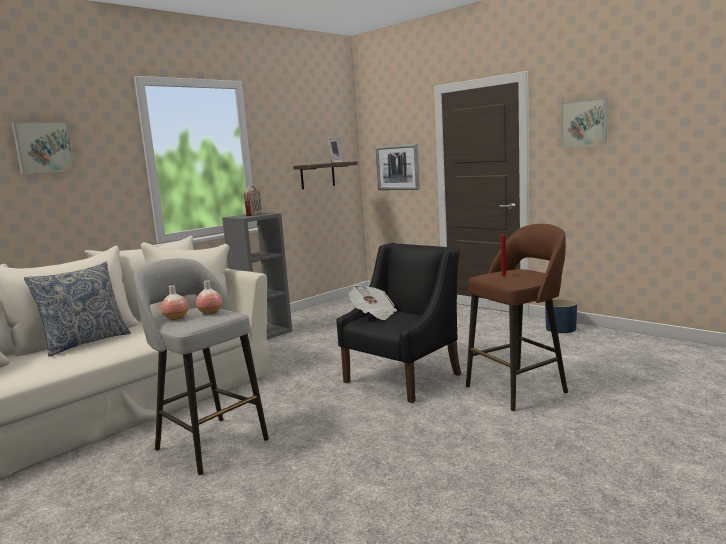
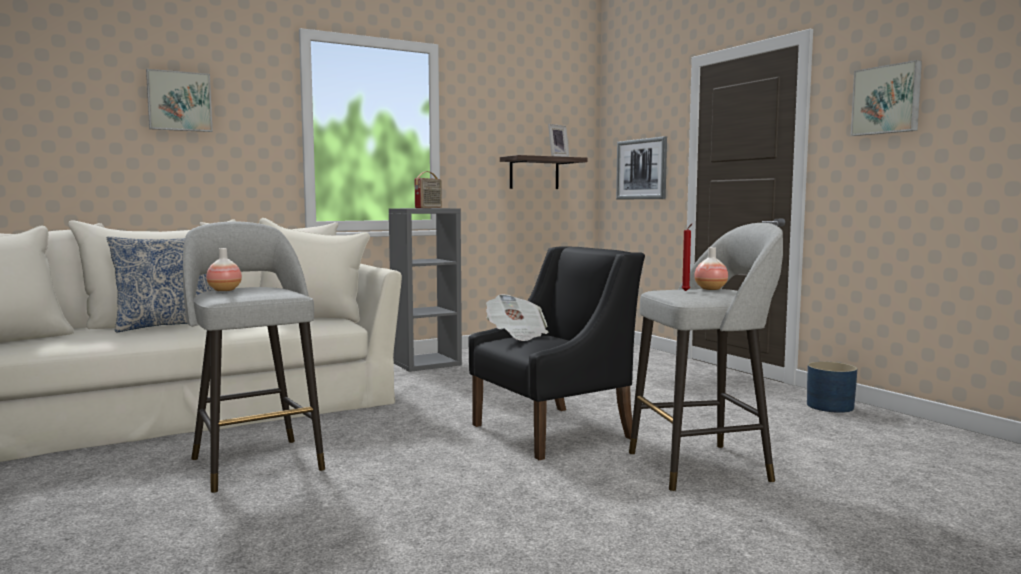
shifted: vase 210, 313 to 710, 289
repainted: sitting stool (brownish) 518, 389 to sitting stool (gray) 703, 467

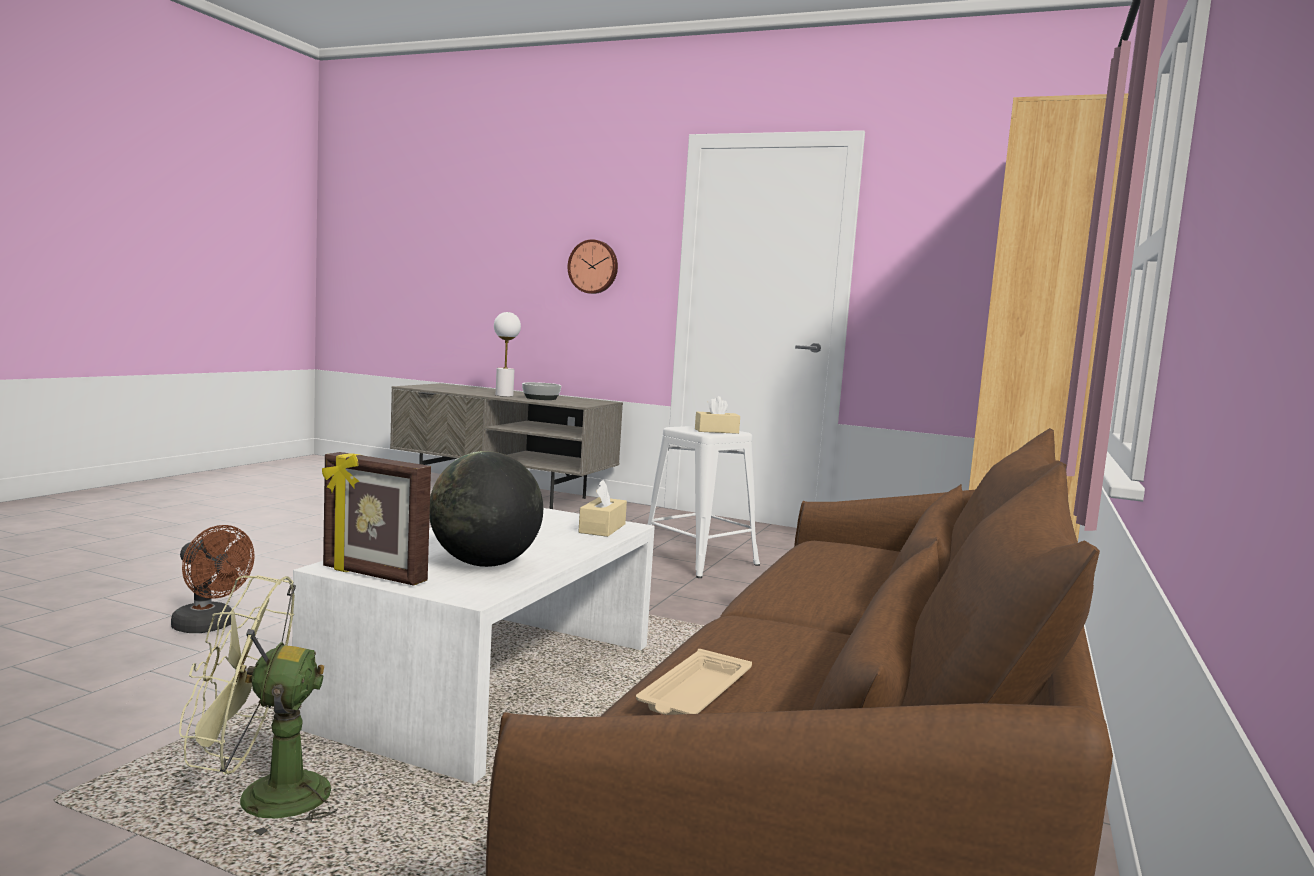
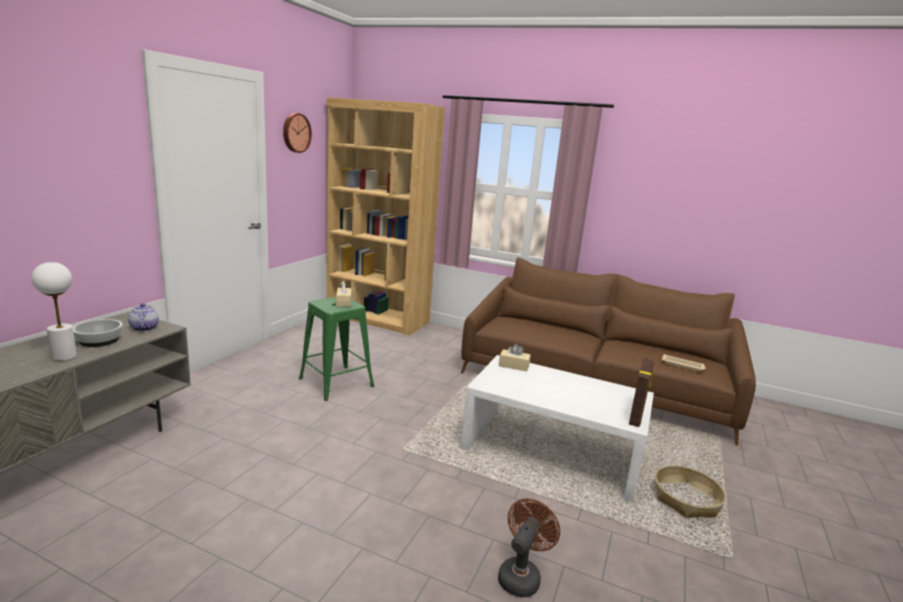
gone: desk globe 485, 564
new: pot for tea 144, 328
shifted: clock on the wall 594, 267 to 295, 133
swapped: fan (green) 262, 800 to household basket 685, 500
repainted: sitting stool (white-coloured) 698, 560 to sitting stool (green) 336, 382

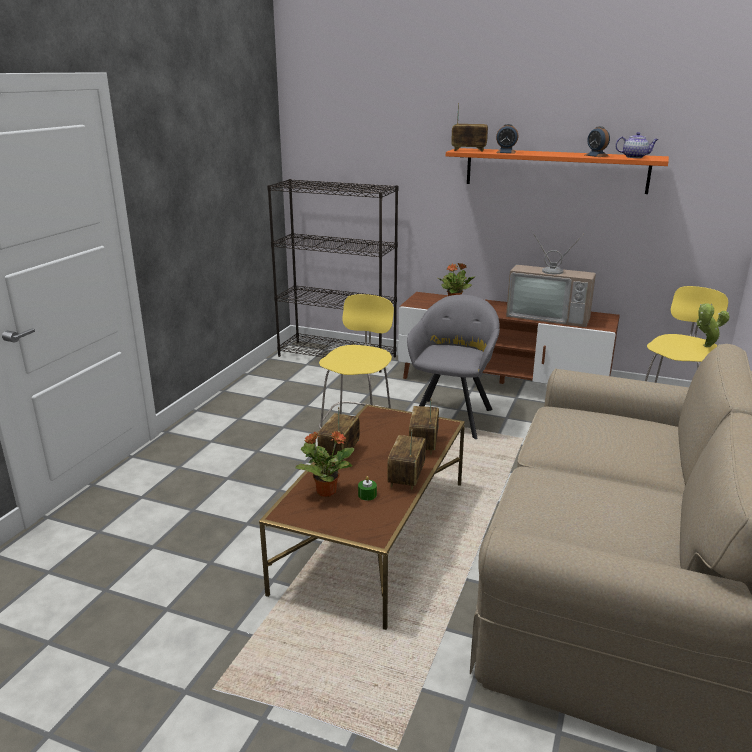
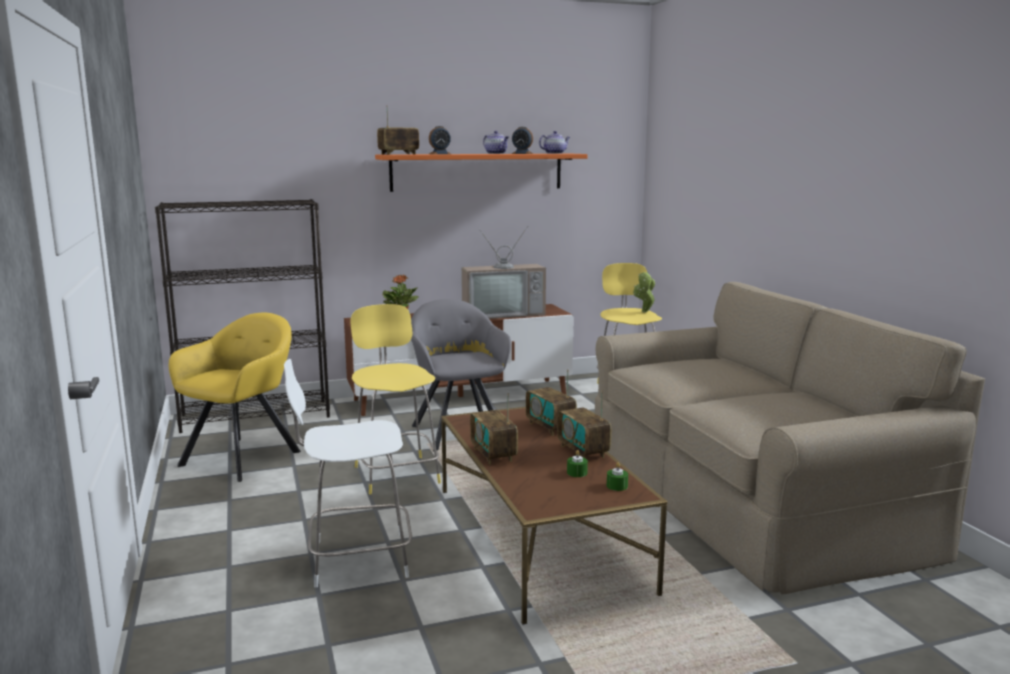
gone: plant in a pot 325, 491
new: lounge chair (yellow) 245, 456; sitting stool (white-coloured) 356, 559; pot for tea 496, 153; candle (green) 617, 486

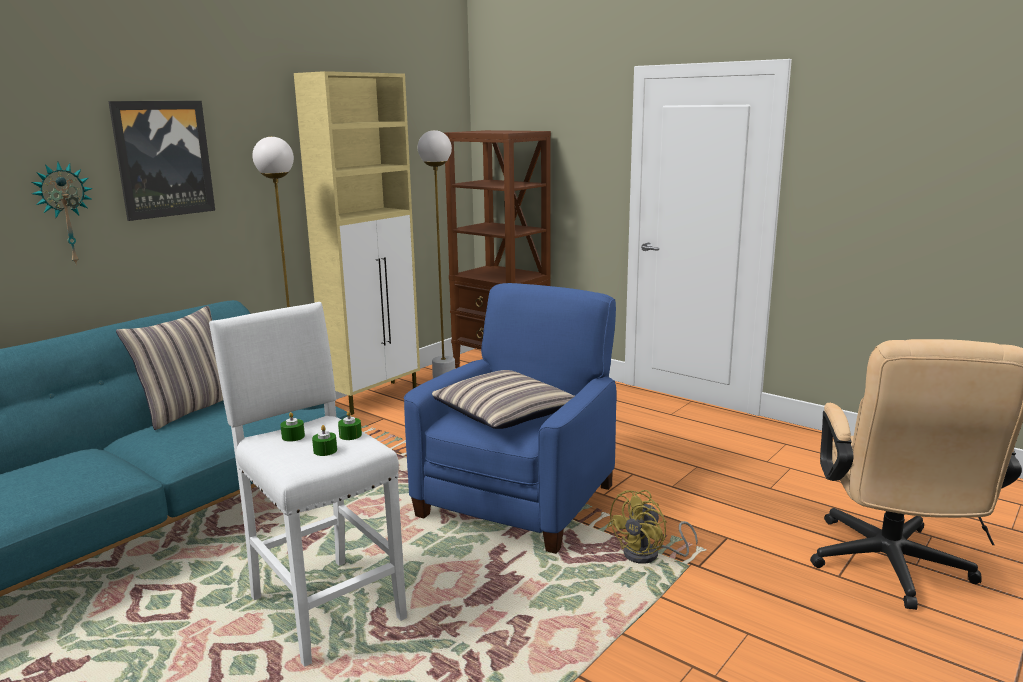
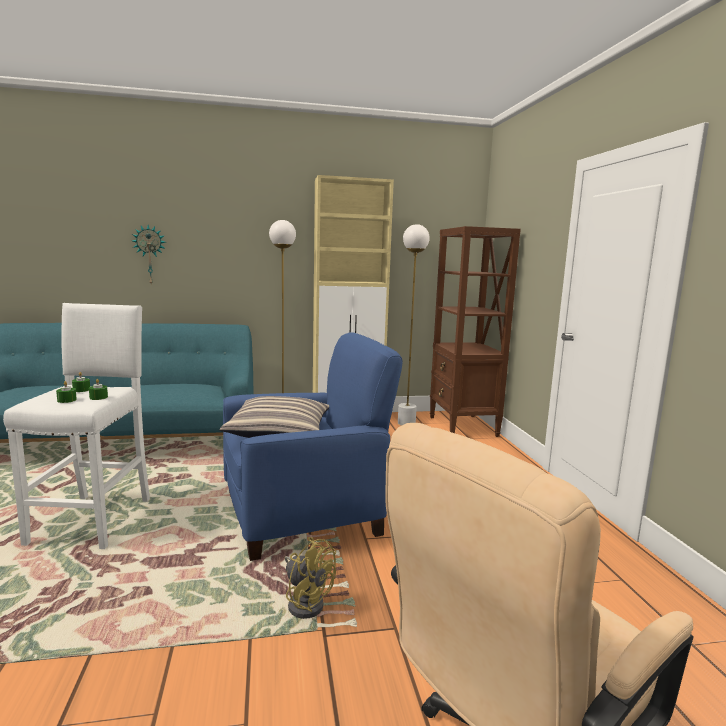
gone: picture 163, 159; pillow 189, 409
rotated: fan (yellow) 649, 555 = 306, 602 135 degrees counterclockwise

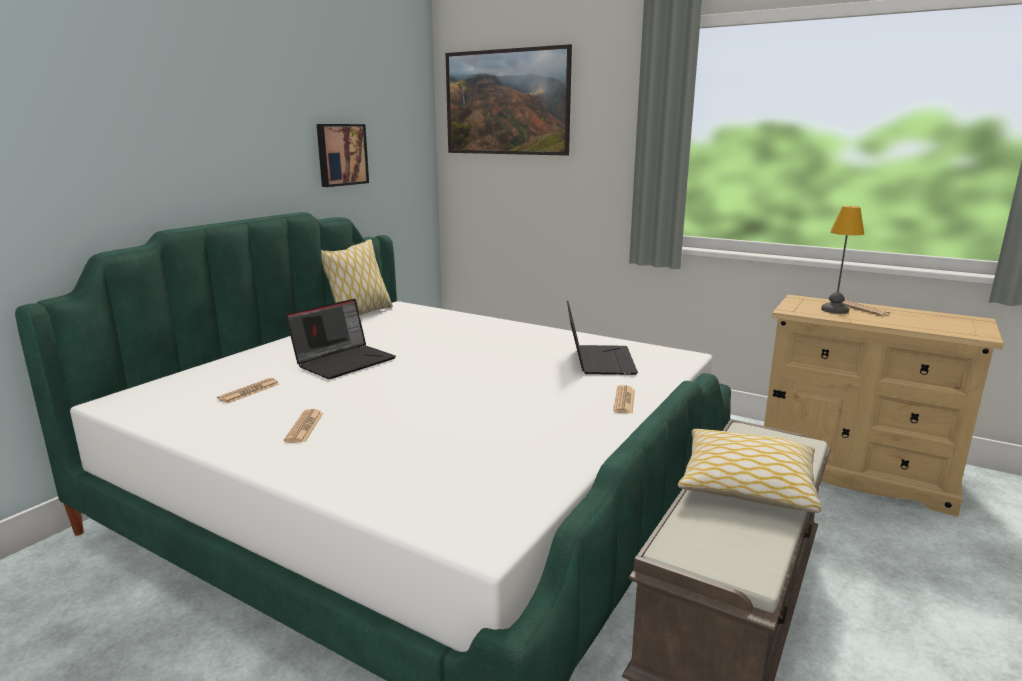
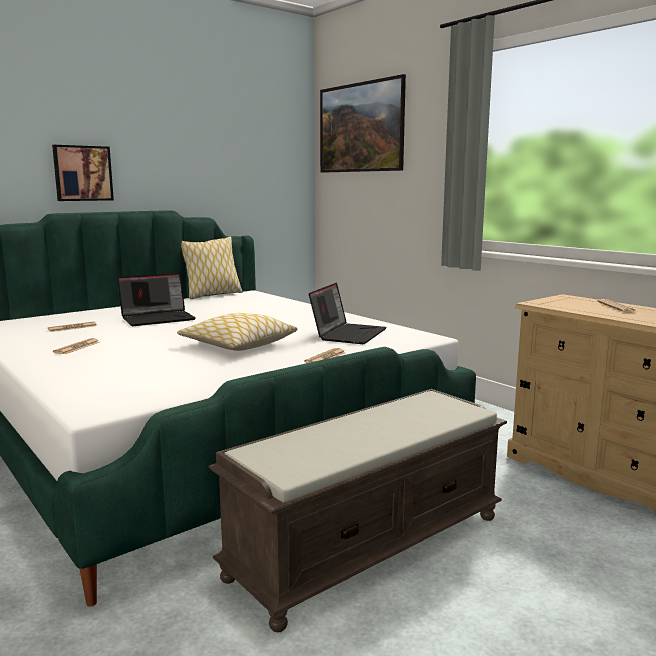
gone: table lamp 835, 310
shifted: picture 341, 154 to 82, 173; pillow 747, 485 to 238, 345

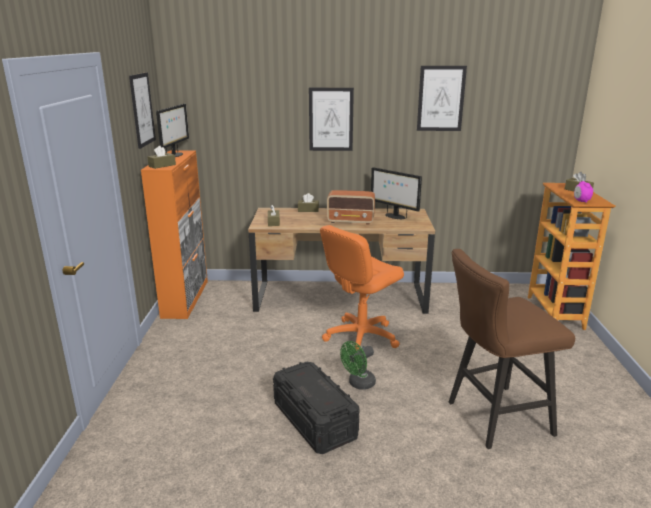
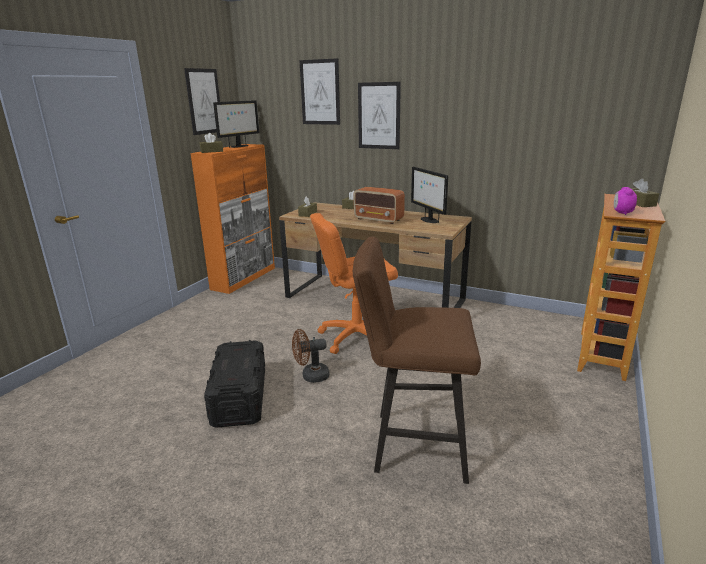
shifted: picture 441, 98 to 320, 92
repainted: fan (green) 358, 384 to fan (brownish) 311, 376

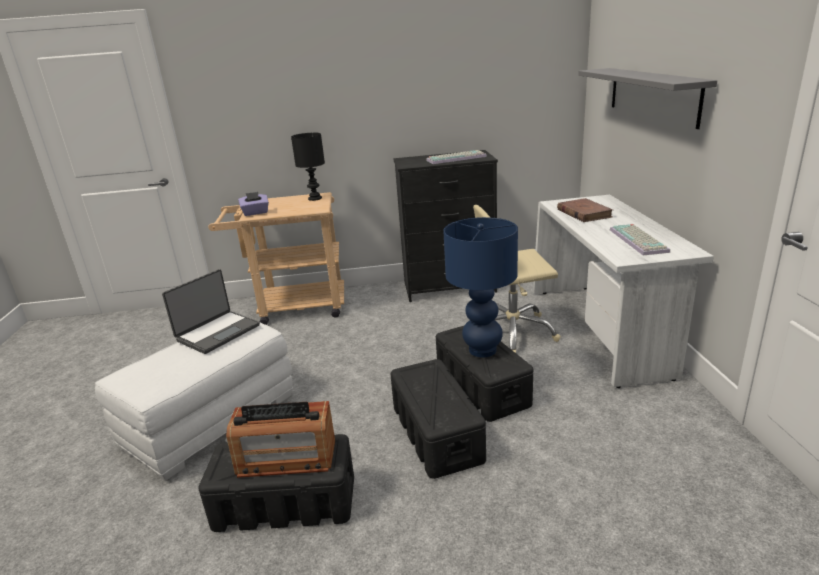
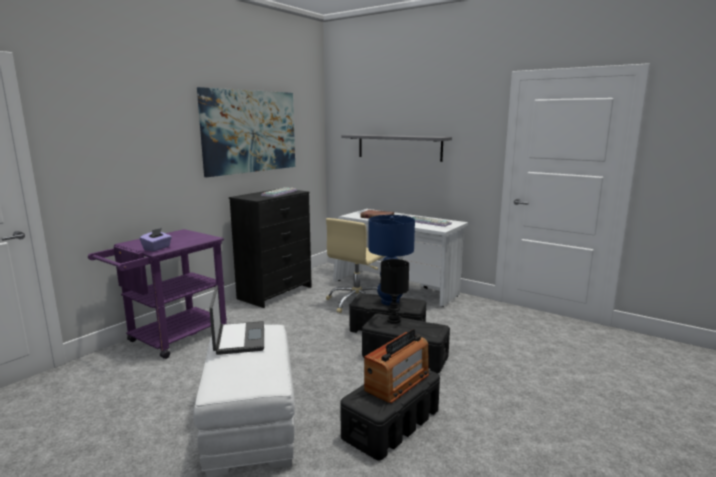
new: picture 250, 131
shifted: table lamp (black-coloured) 314, 198 to 393, 320
repainted: wheeled cart (sand-coloured) 293, 307 to wheeled cart (purple-coloured) 171, 339

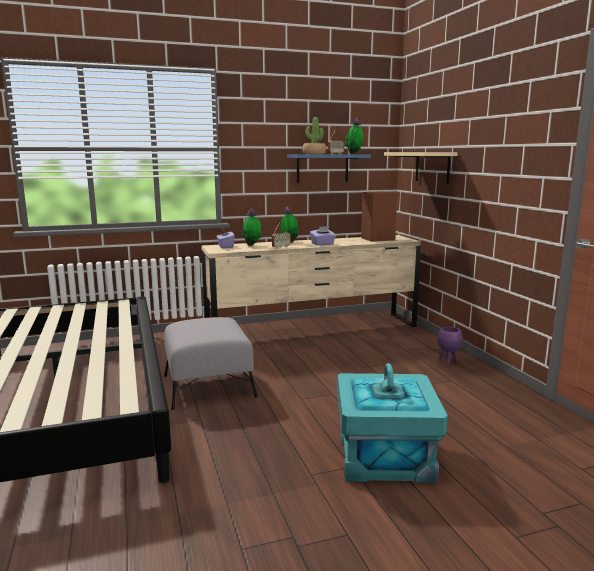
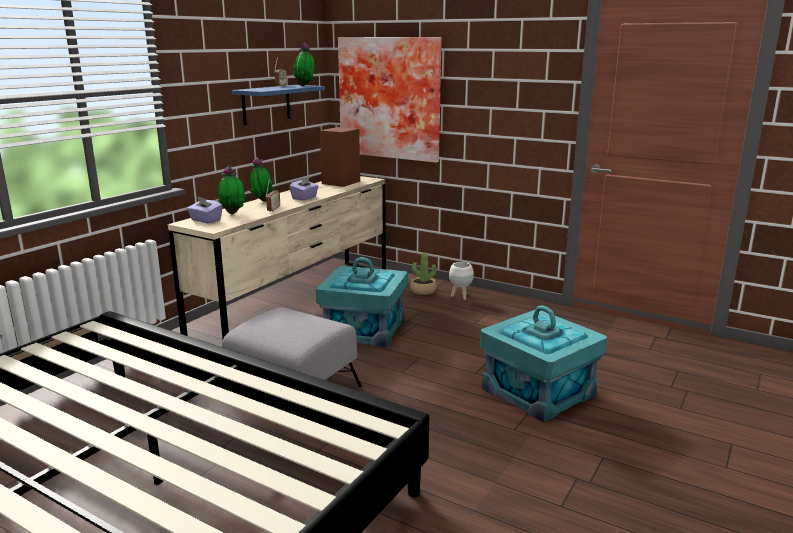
new: storage bin (turquoise) 364, 329
shifted: plant in a pot 314, 154 to 423, 291
swapped: shelf (sand-coloured) 432, 167 to picture 391, 98
repainted: flower pot (purple-coloured) 448, 361 to flower pot (white-coloured) 460, 296

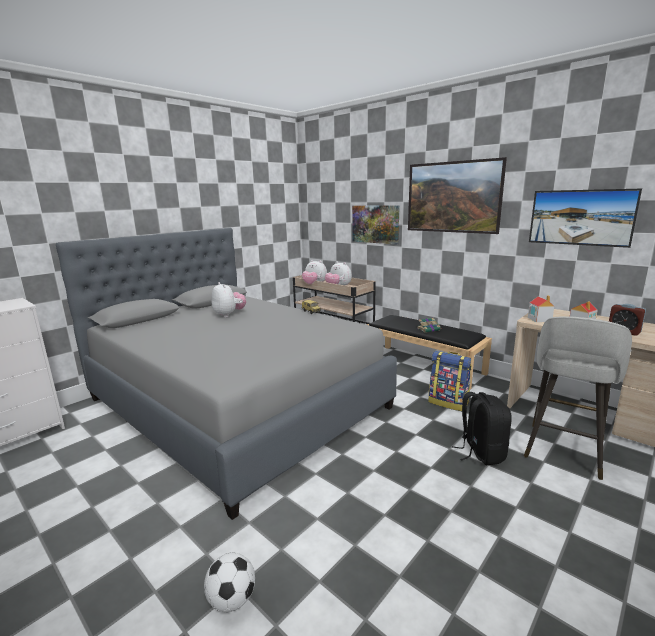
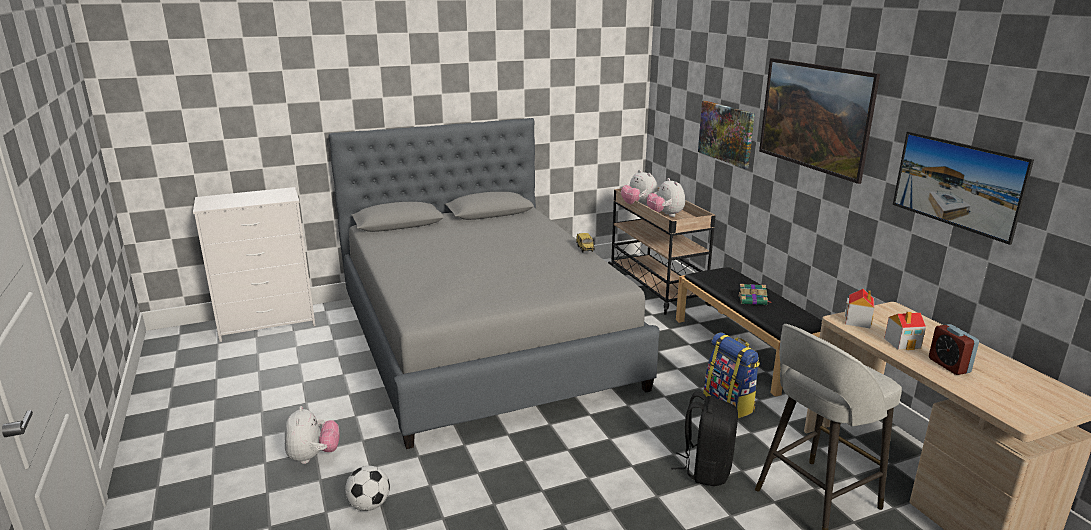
shifted: cuddly toy 229, 314 to 313, 456

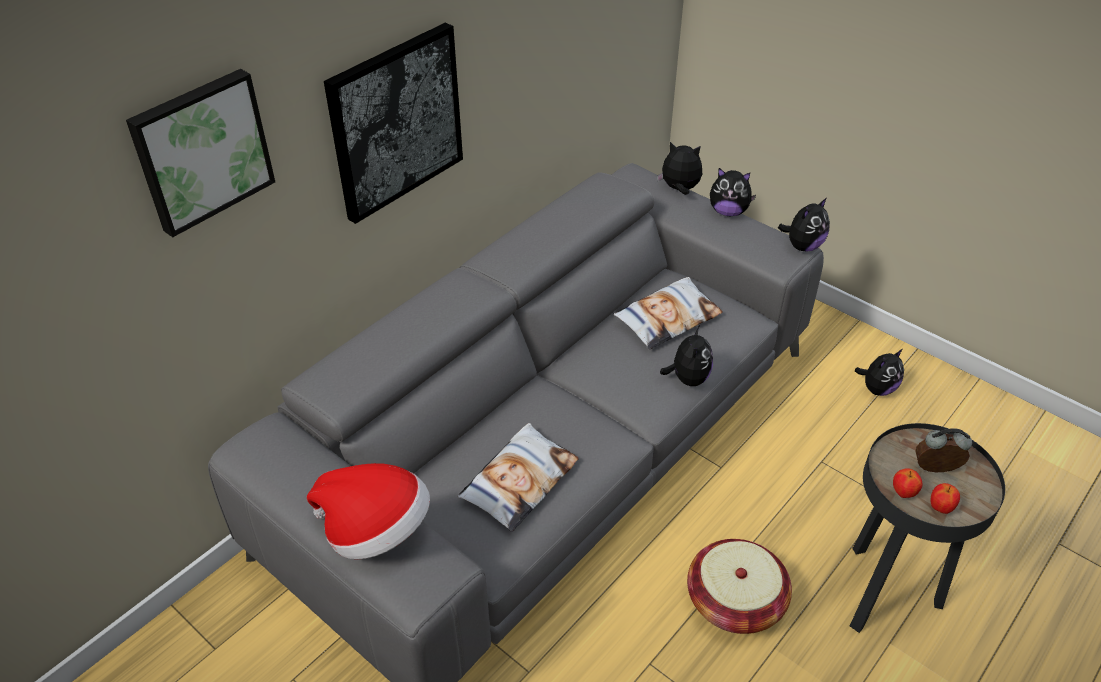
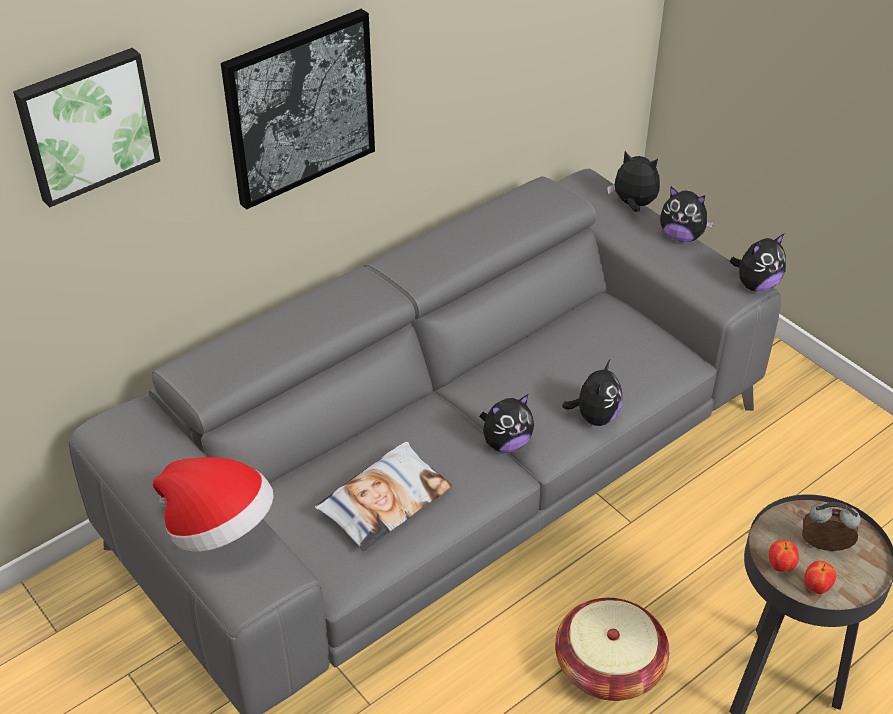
gone: pillow 667, 318
shifted: cuddly toy 877, 388 to 506, 443

